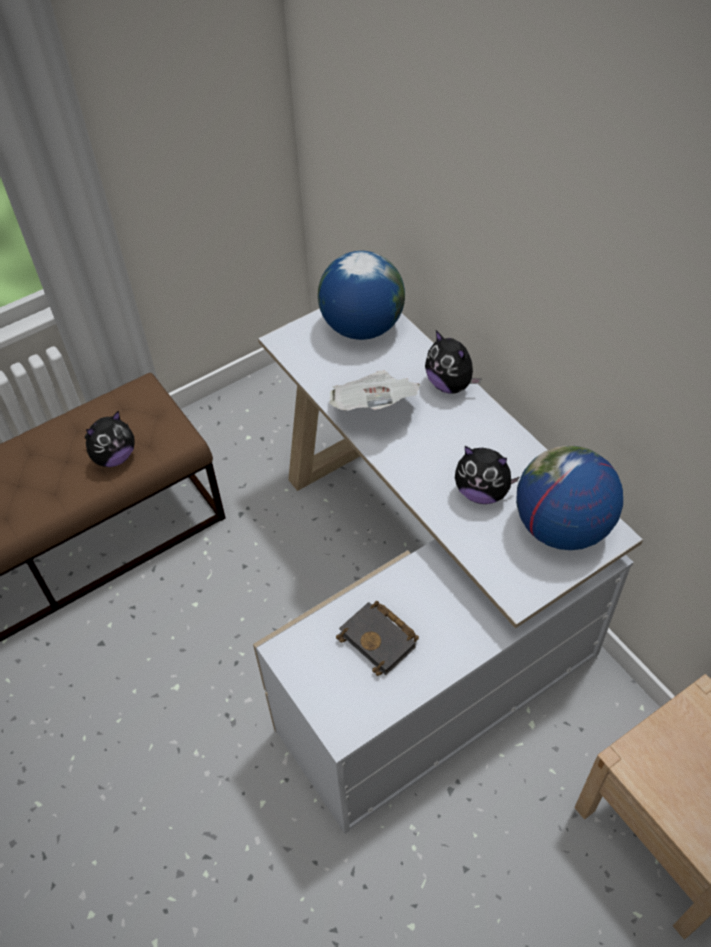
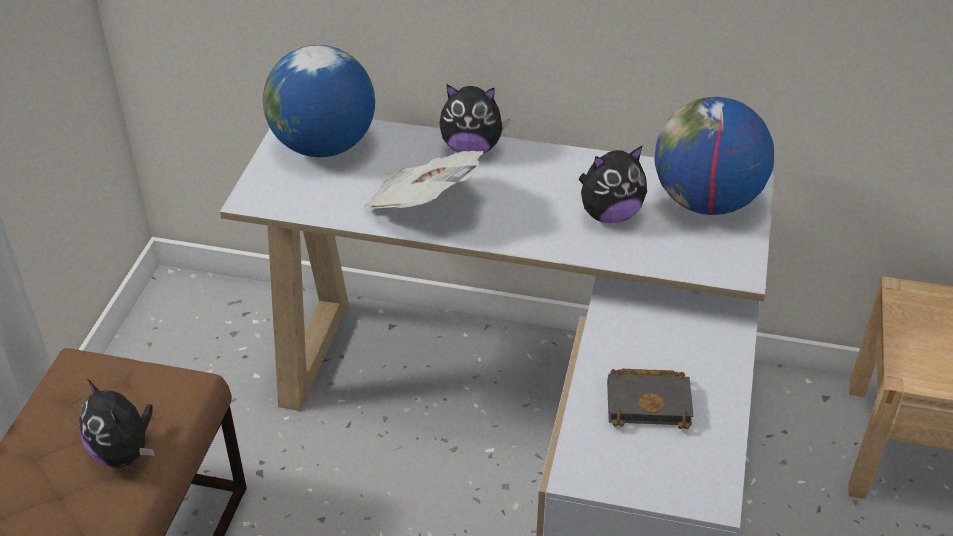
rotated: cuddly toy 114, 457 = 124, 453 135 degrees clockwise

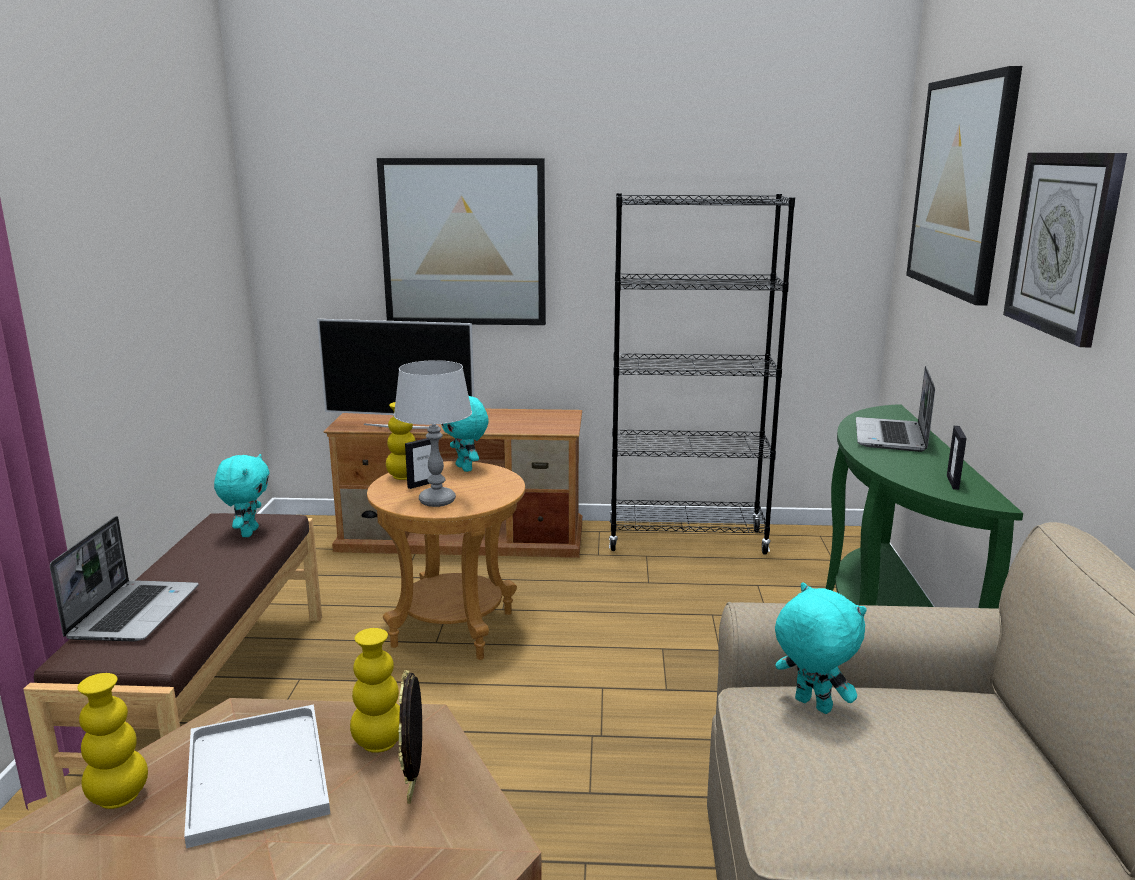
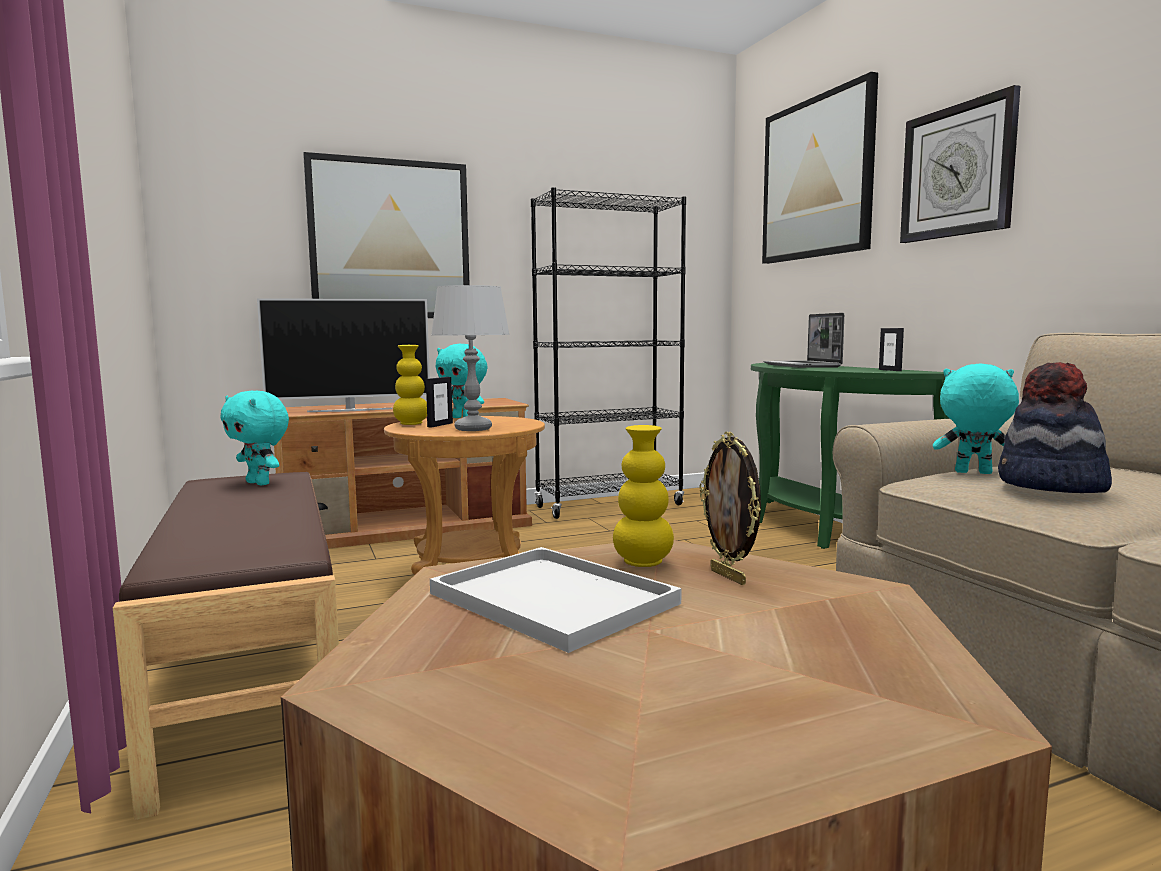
gone: portable computer 134, 612; vase (yellow) 119, 797
new: hat 1050, 486
rotated: cuddly toy (turquoise) 248, 532 = 260, 483 150 degrees clockwise

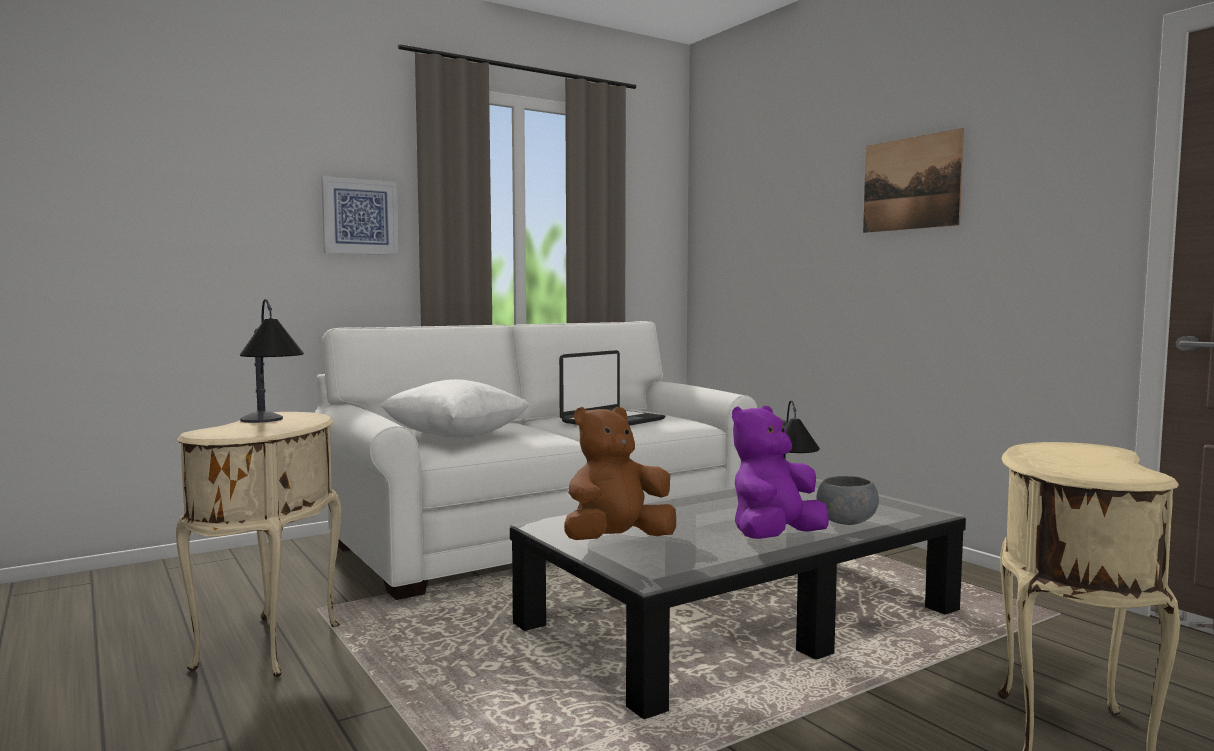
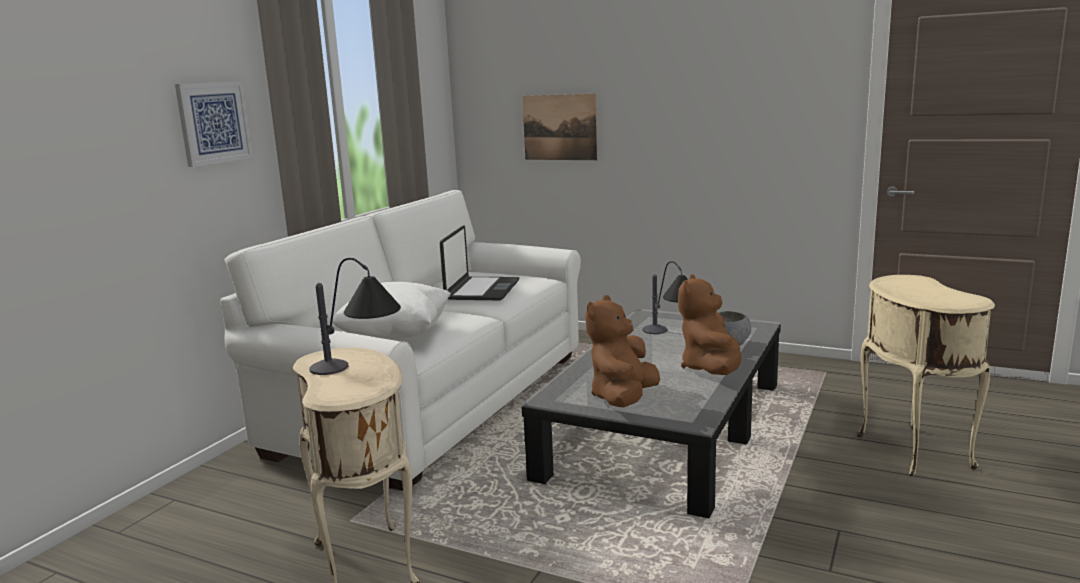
shifted: picture 911, 183 to 559, 127
repainted: cuddly toy (purple-coloured) 774, 538 to cuddly toy (brownish) 711, 369

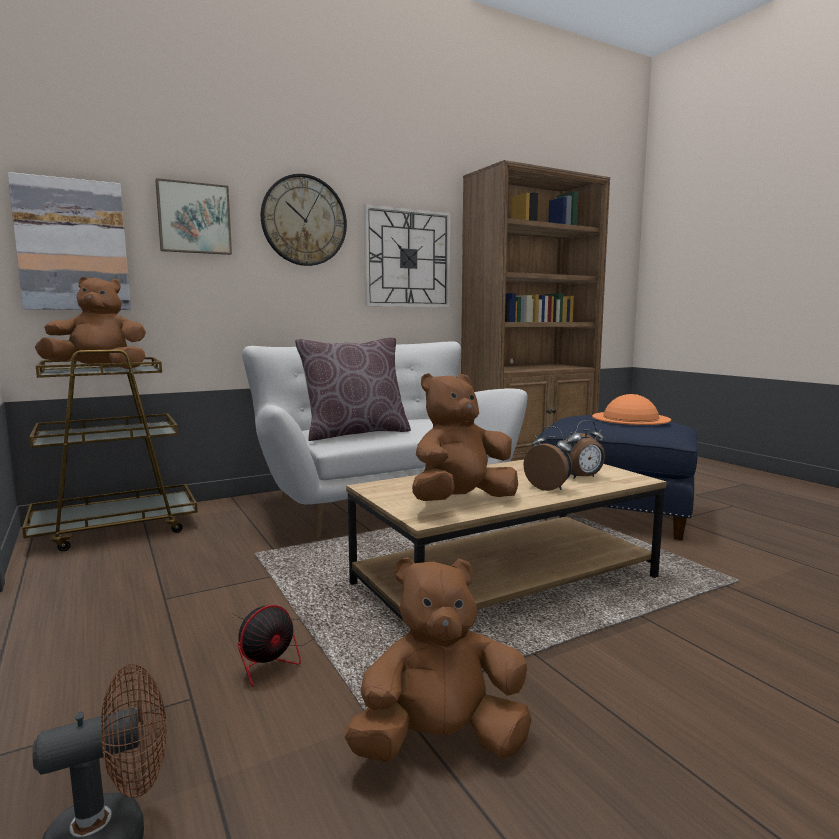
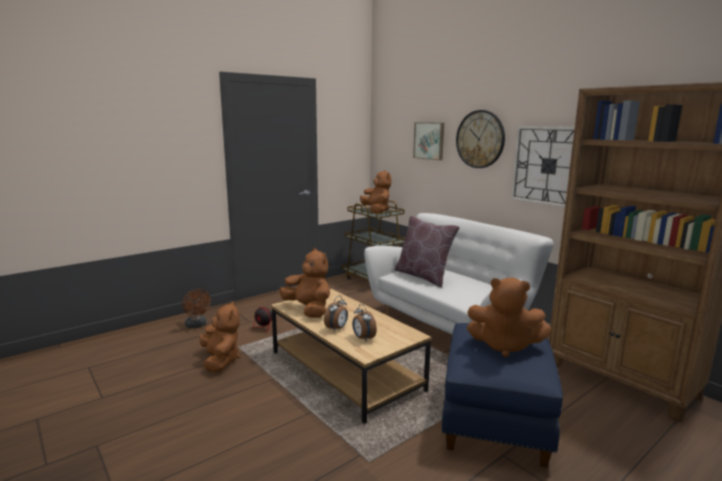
gone: picture 72, 245
swapped: hat (orangey) 630, 418 to cuddly toy (brownish) 504, 346

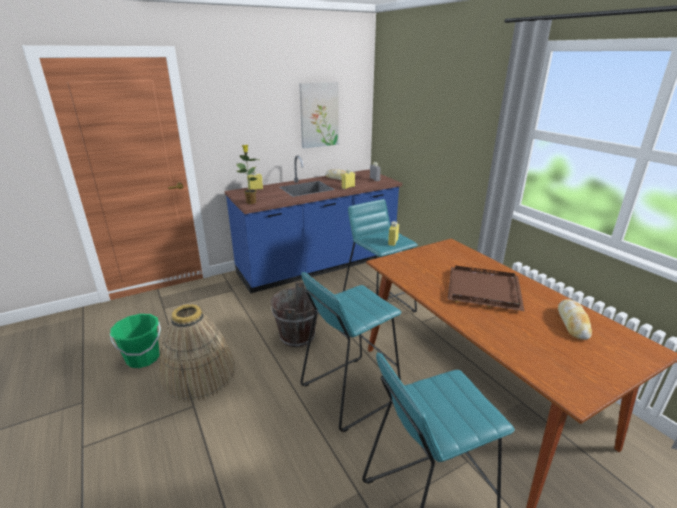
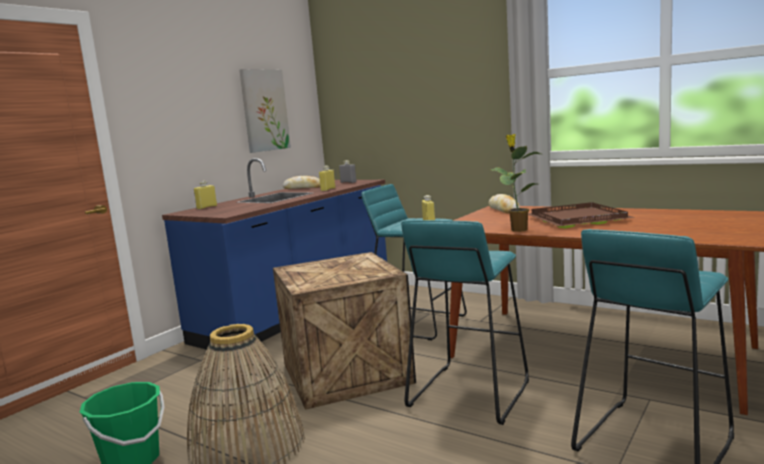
shifted: plant in a pot 251, 202 to 518, 229; bread 573, 323 to 504, 210
swapped: pail (brownish) 297, 336 to packing crate 347, 372

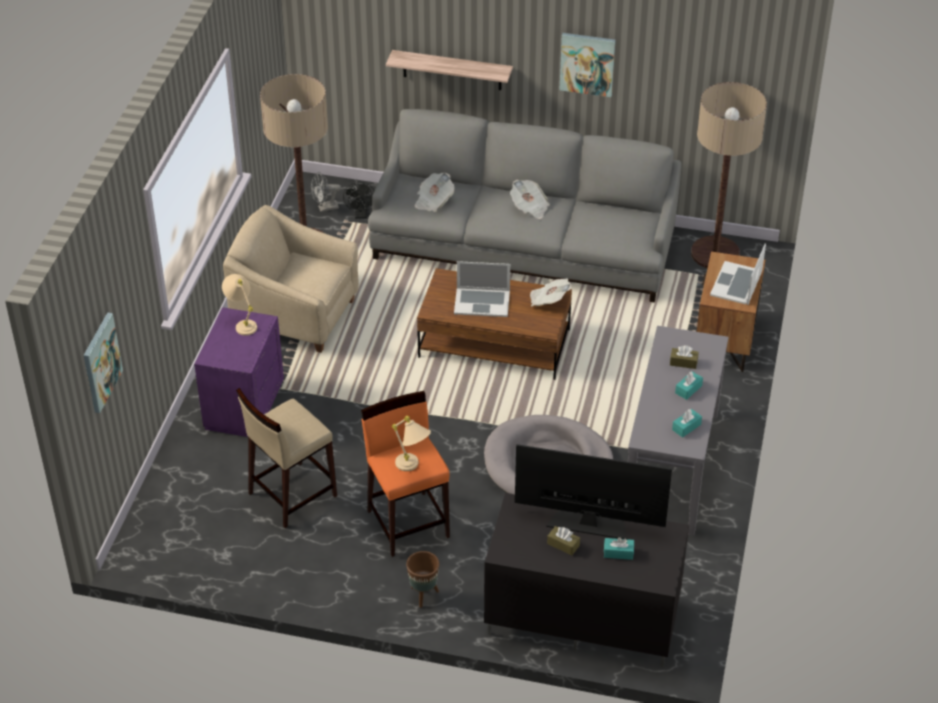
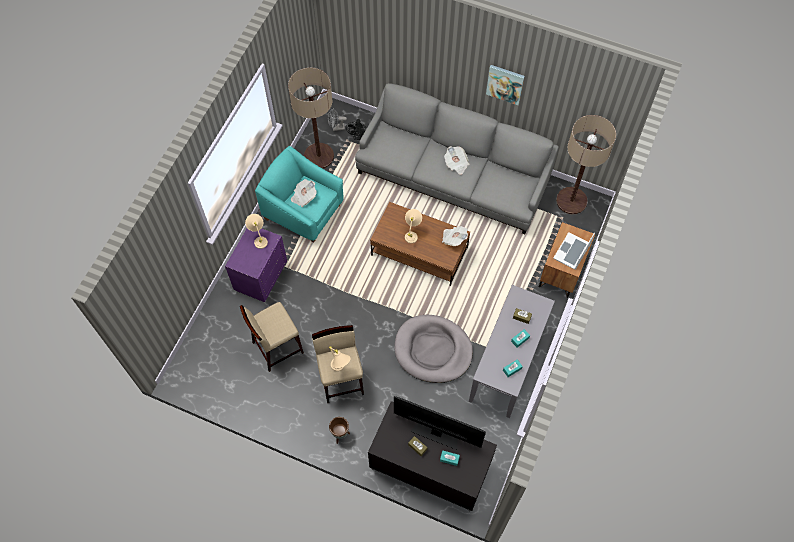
gone: picture 101, 362; shelf 452, 70
shifted: newspaper 433, 201 to 303, 197
swapped: portable computer 482, 302 to table lamp (sand-coloured) 412, 233
repainted: lounge chair (sand-coloured) 296, 315 to lounge chair (turquoise) 304, 211; sitting stool (orangey) 408, 523 to sitting stool (sand-coloured) 341, 380

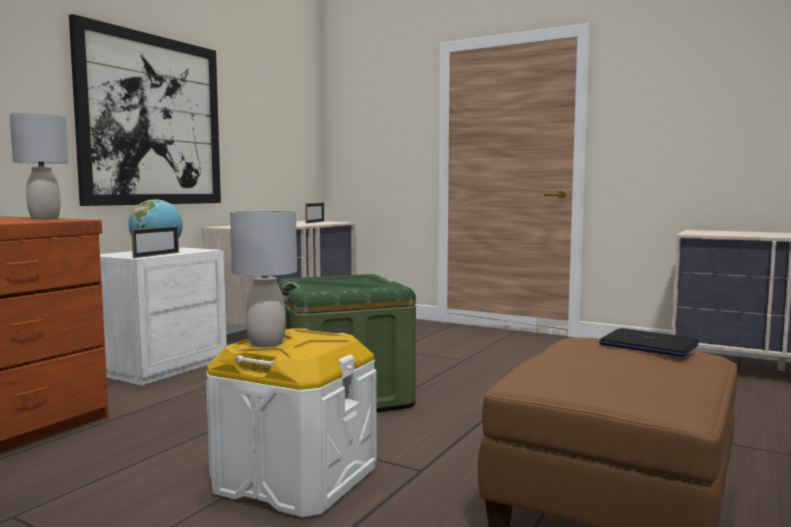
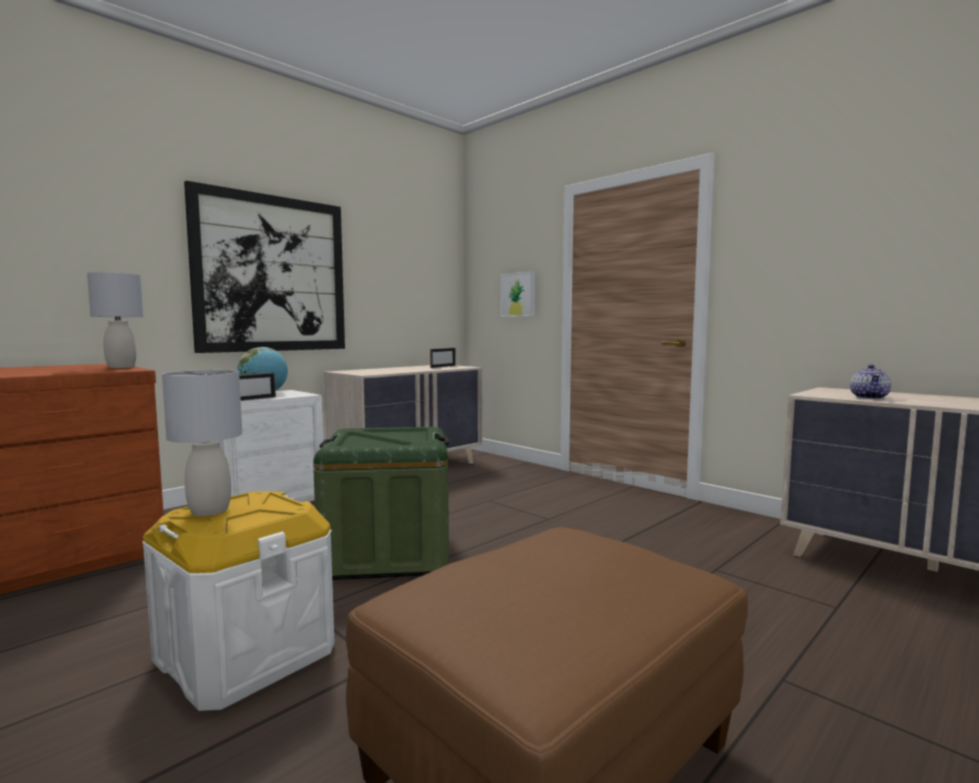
gone: portable computer 647, 345
new: picture 518, 294; pot for tea 870, 397

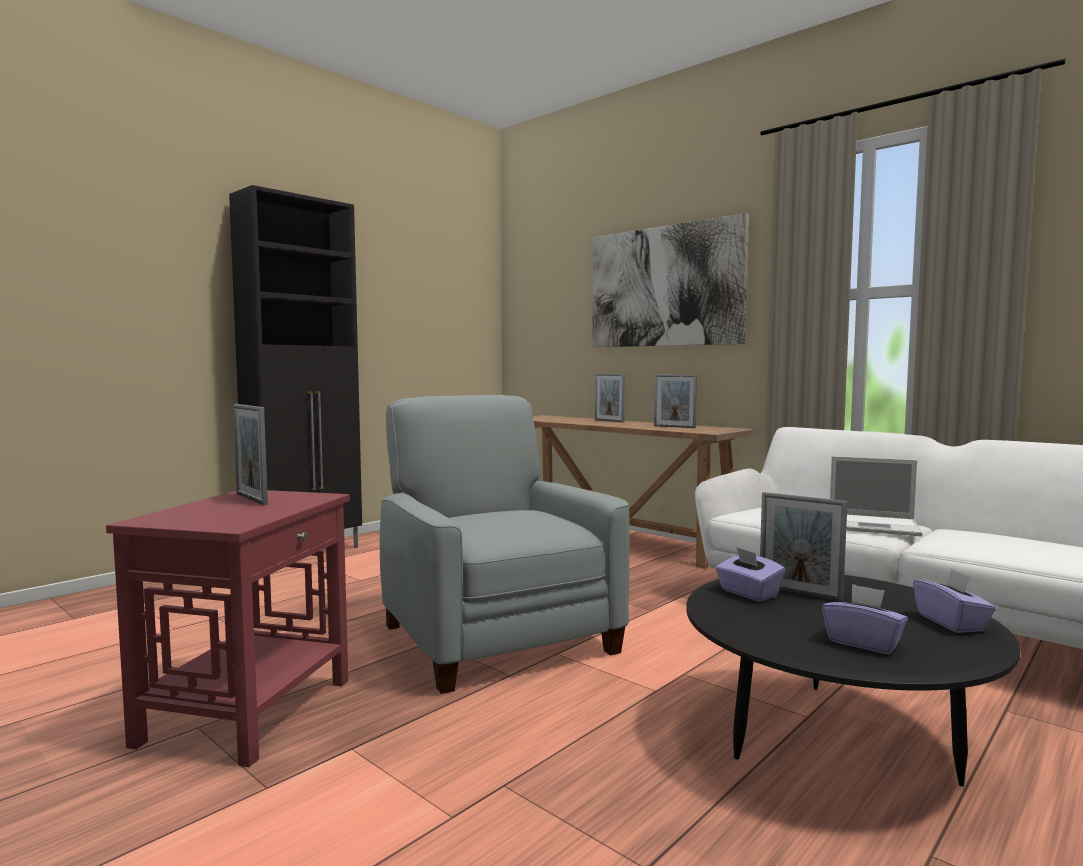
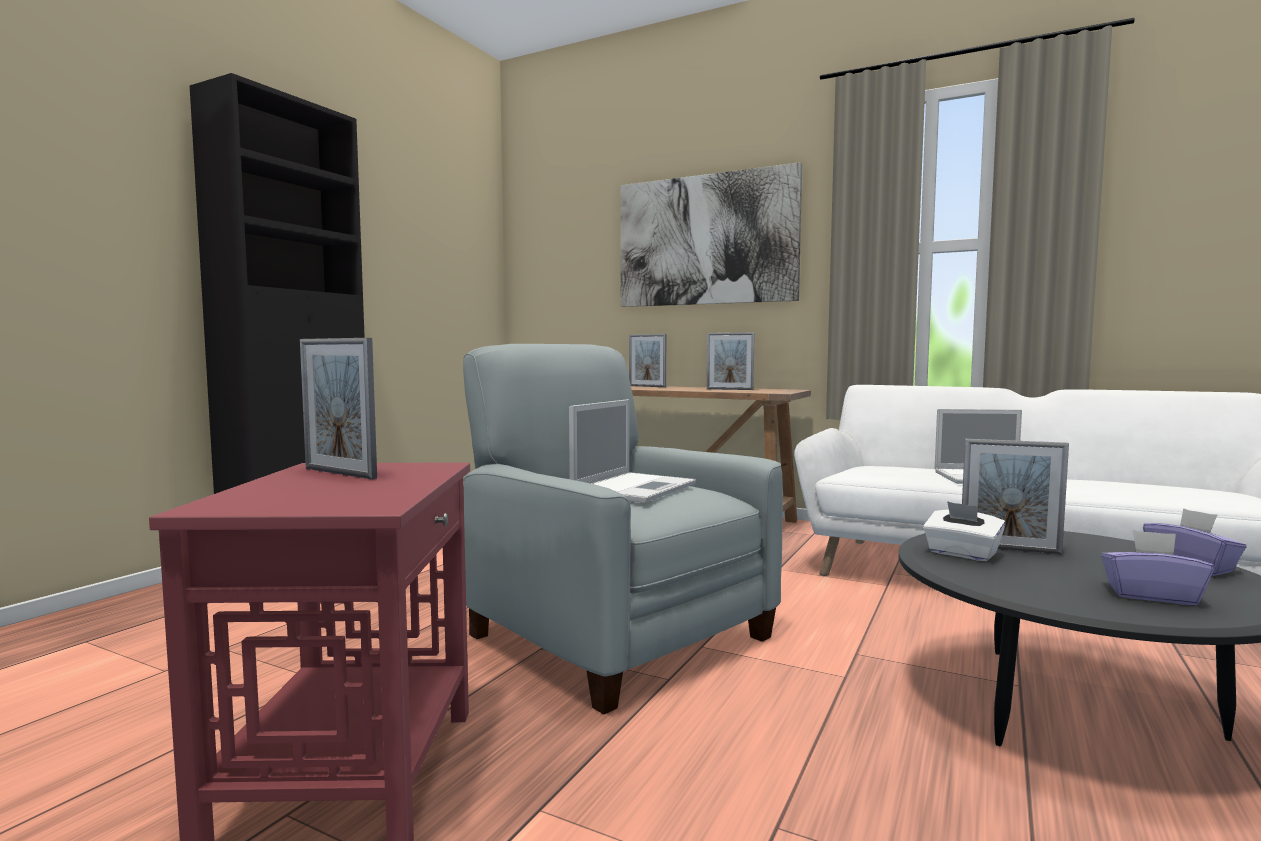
new: portable computer 635, 488
repainted: tissue holder (purple-coloured) 748, 593 to tissue holder (white-coloured) 962, 554

